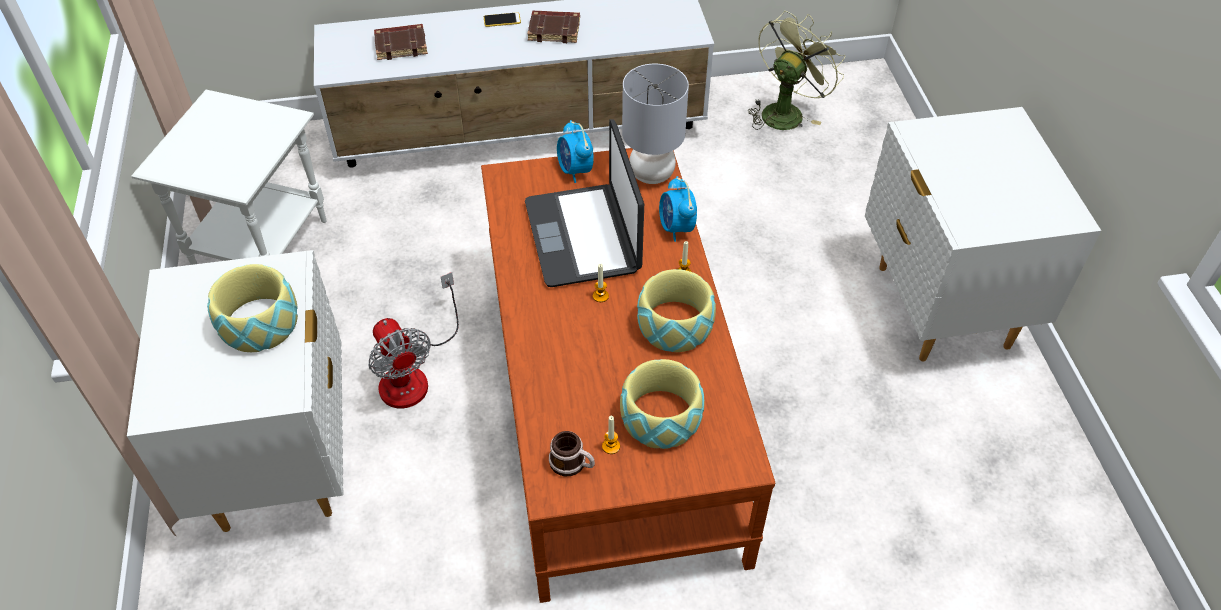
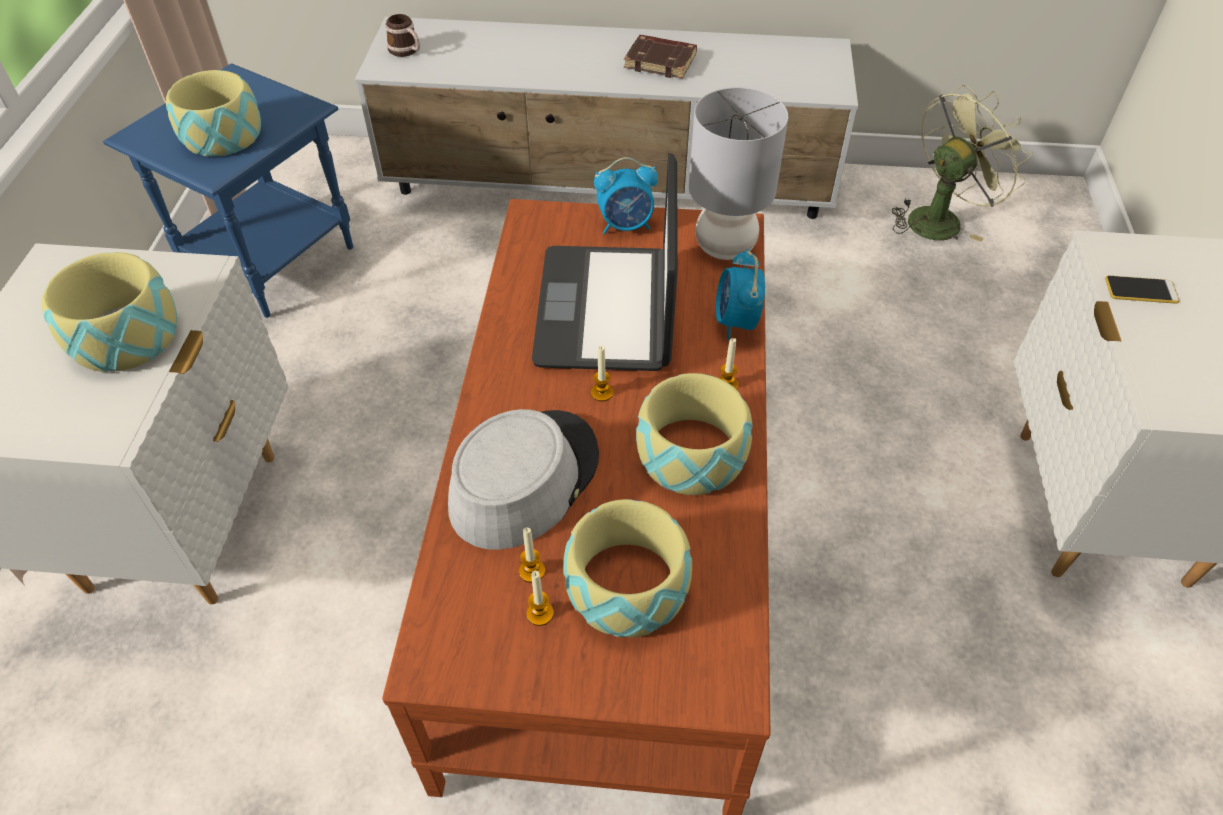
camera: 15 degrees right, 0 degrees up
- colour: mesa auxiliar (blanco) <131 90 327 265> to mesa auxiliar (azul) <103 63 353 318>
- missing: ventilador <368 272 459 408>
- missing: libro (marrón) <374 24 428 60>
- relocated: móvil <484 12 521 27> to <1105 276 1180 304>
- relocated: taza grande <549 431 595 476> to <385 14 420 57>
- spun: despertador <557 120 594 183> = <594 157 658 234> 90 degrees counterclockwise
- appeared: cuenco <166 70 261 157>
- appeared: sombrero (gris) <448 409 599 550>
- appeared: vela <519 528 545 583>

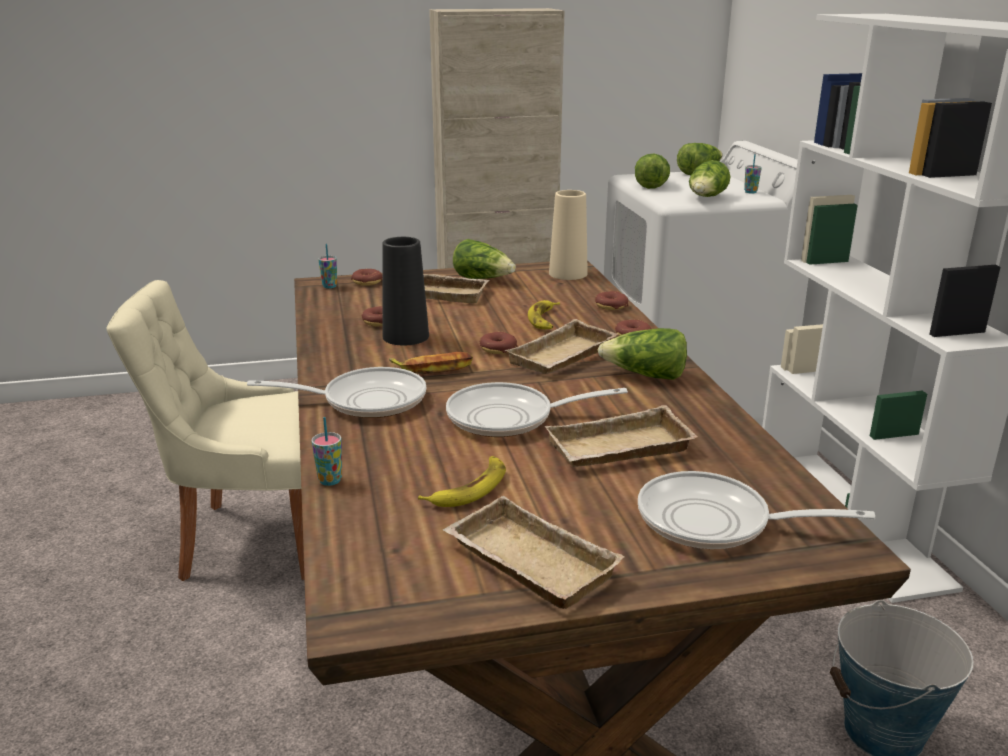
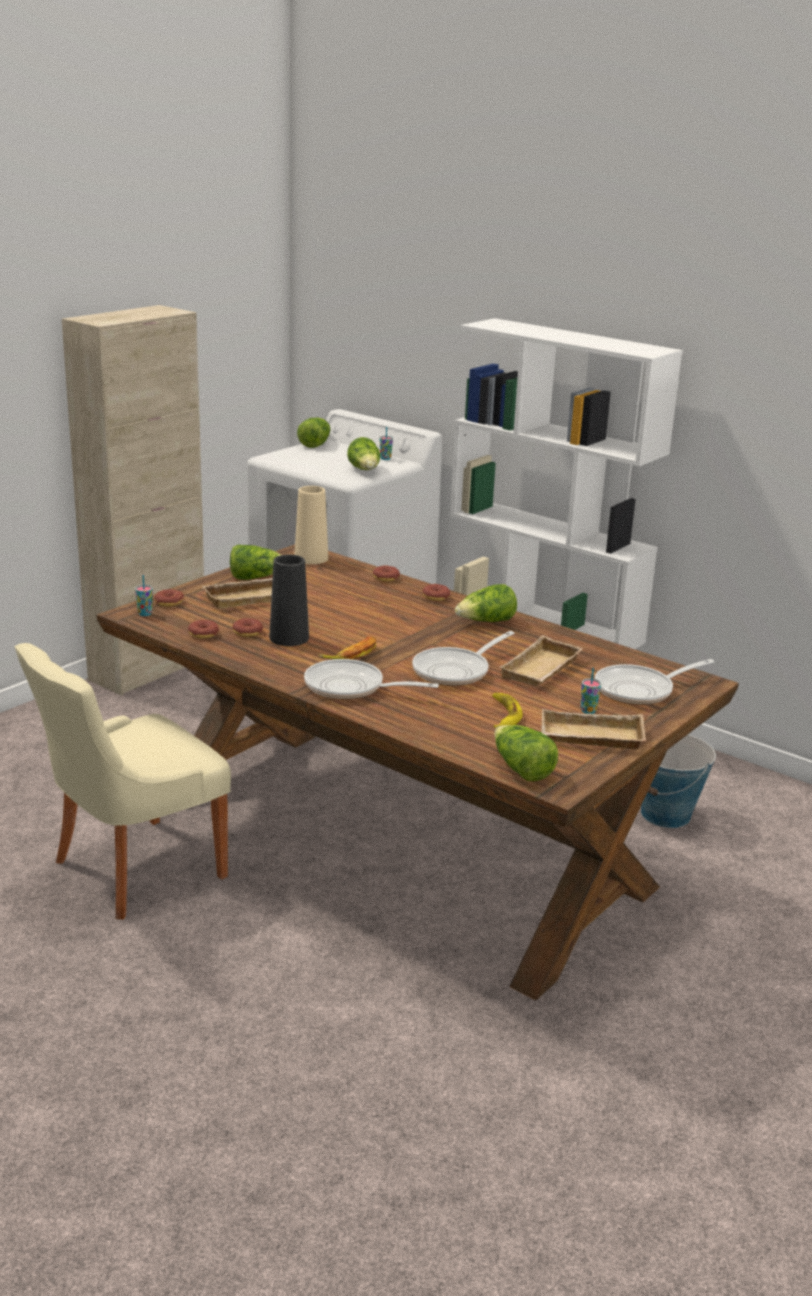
camera: 40 degrees left, 0 degrees up
- spun: sartén <247 367 426 418> = <304 659 439 700> 120 degrees counterclockwise
- relocated: taza <311 417 342 486> to <581 668 601 714>
- relocated: rosquilla <480 332 517 354> to <188 620 219 639>
- missing: bandeja (beis) <504 319 618 374>
- missing: plátano <528 300 560 329>
- relocated: lechuga <635 154 670 189> to <494 725 558 781>

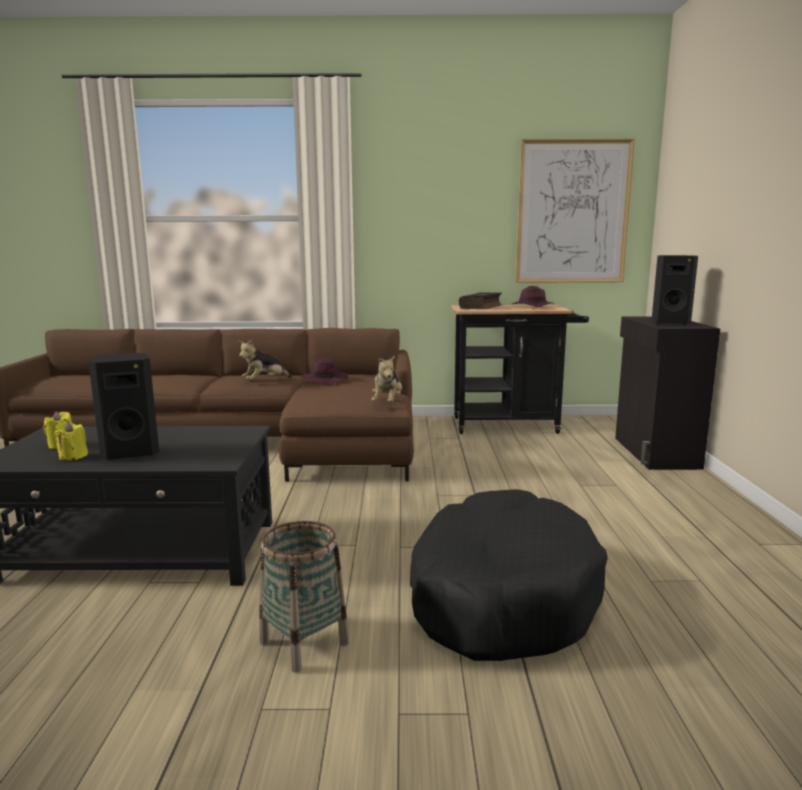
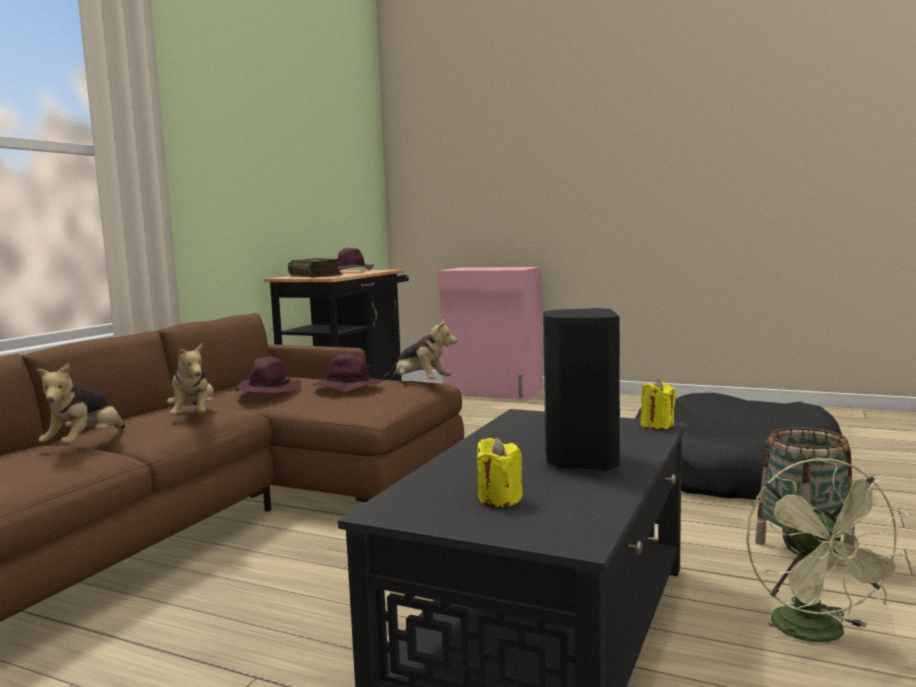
camera: 65 degrees left, 5 degrees down
- relocated: vela (amarillo) <54 422 88 461> to <641 379 676 429>
- missing: cuadro <515 139 635 283>
- colour: armario (negro) <615 316 720 470> to armario (rosa) <437 267 543 400>
- missing: altavoz (negro) <652 255 698 325>
- appeared: peluche <36 363 125 445>
- appeared: sombrero (morado) <313 353 383 392>
- appeared: ventilador (verde) <746 457 912 644>

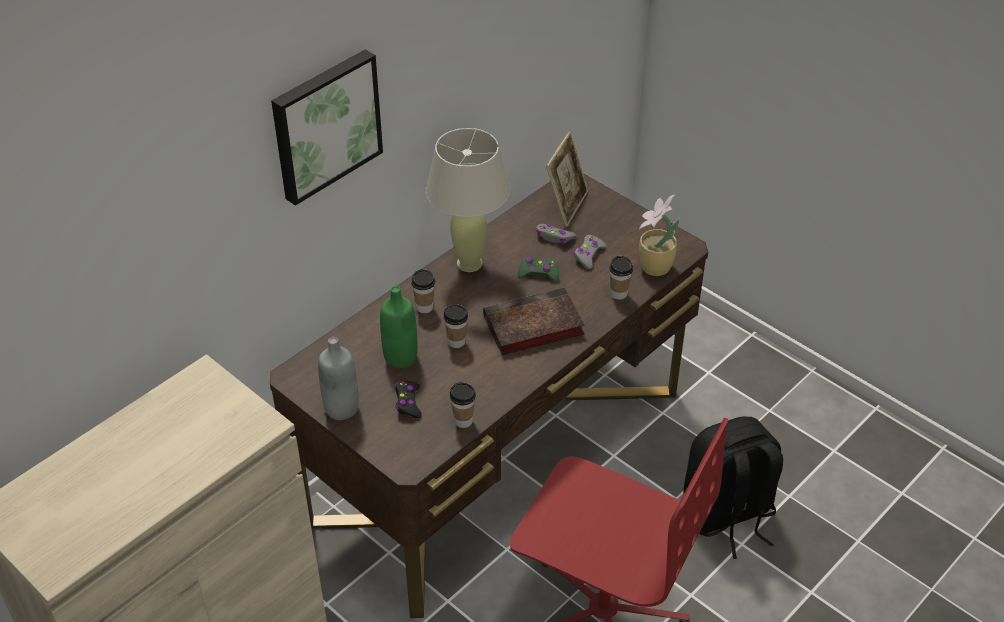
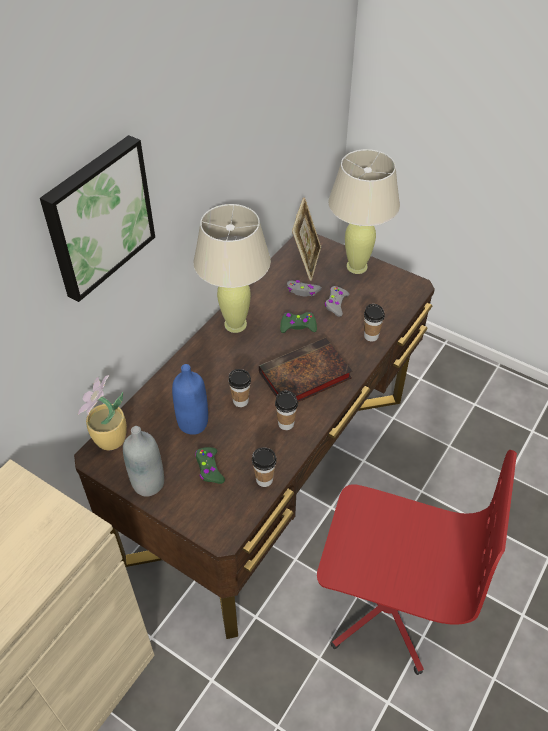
camera: 10 degrees left, 5 degrees up
- colour: botella (verde) <380 286 417 368> to botella (azul) <172 364 208 435>
- colour: mando de consola (negro) <395 380 422 418> to mando de consola (verde) <195 447 225 484>
- relocated: taza <411 269 435 313> to <275 391 298 430>
- relocated: planta en maceta <639 195 679 276> to <78 375 127 450>
- missing: mochila (negro) <683 417 783 559>
- appeared: lámpara de mesa (beis) <328 149 400 274>

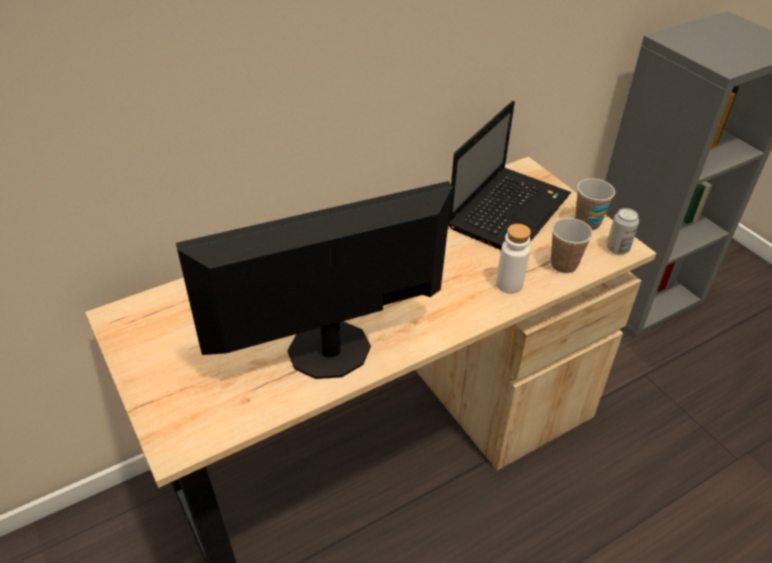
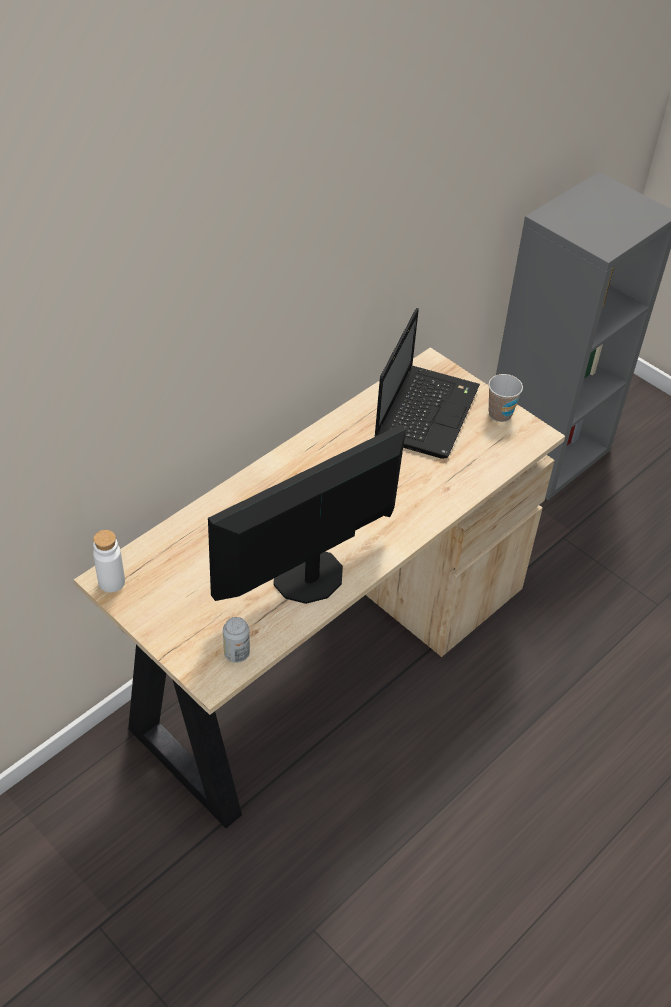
camera: 15 degrees left, 5 degrees up
- relocated: botella (blanco) <496 224 531 294> to <93 530 125 592>
- missing: taza <551 218 593 273>
- relocated: lata <606 208 639 254> to <223 617 250 663>

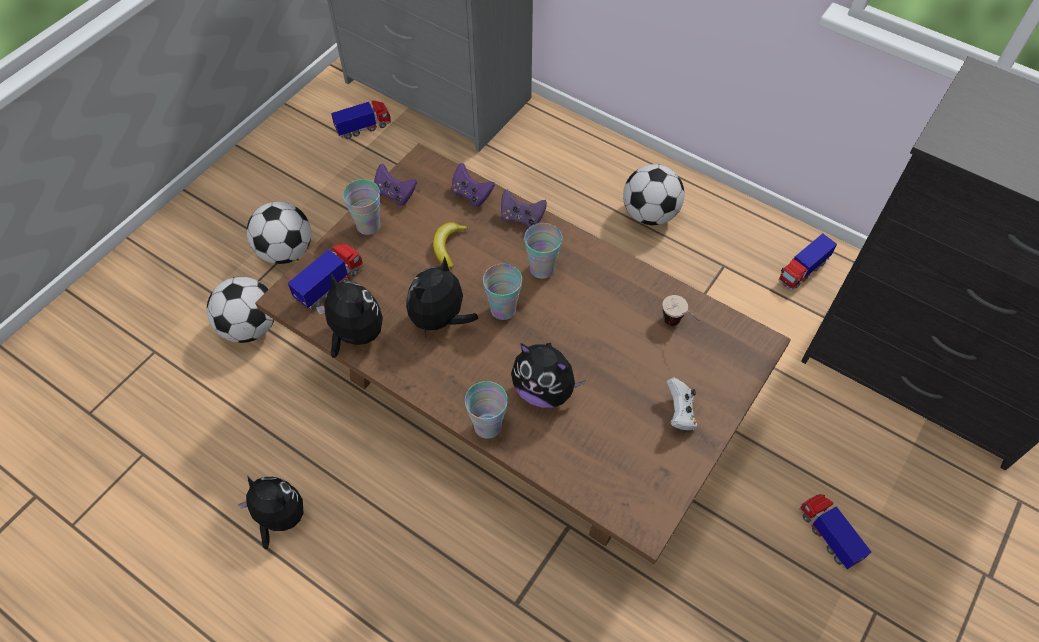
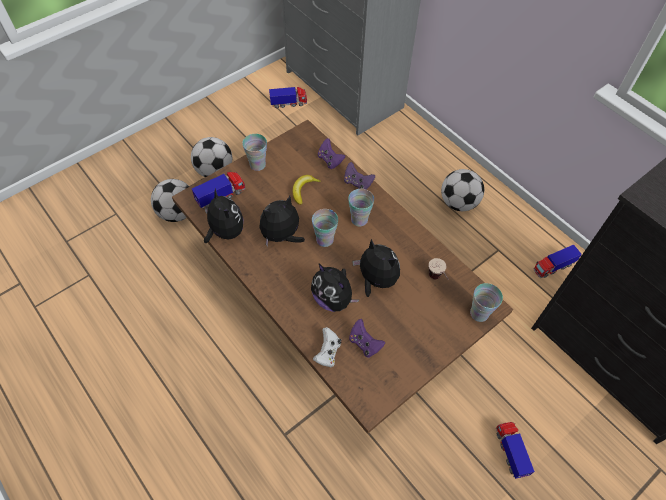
camera: 15 degrees right, 0 degrees up
- relocated: peluche <238 477 303 549> to <352 239 400 297>
- relocated: mando de consola (morado) <374 164 417 206> to <349 319 385 358>
- relocated: taza <465 381 508 439> to <470 283 503 322>
- relocated: mando de consola (blanco) <667 377 697 430> to <313 327 342 367>

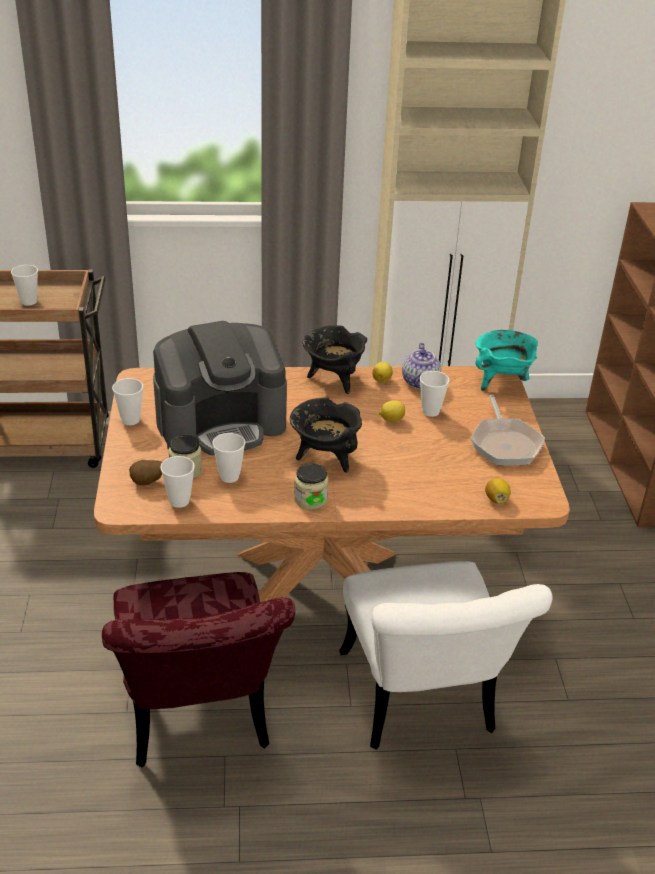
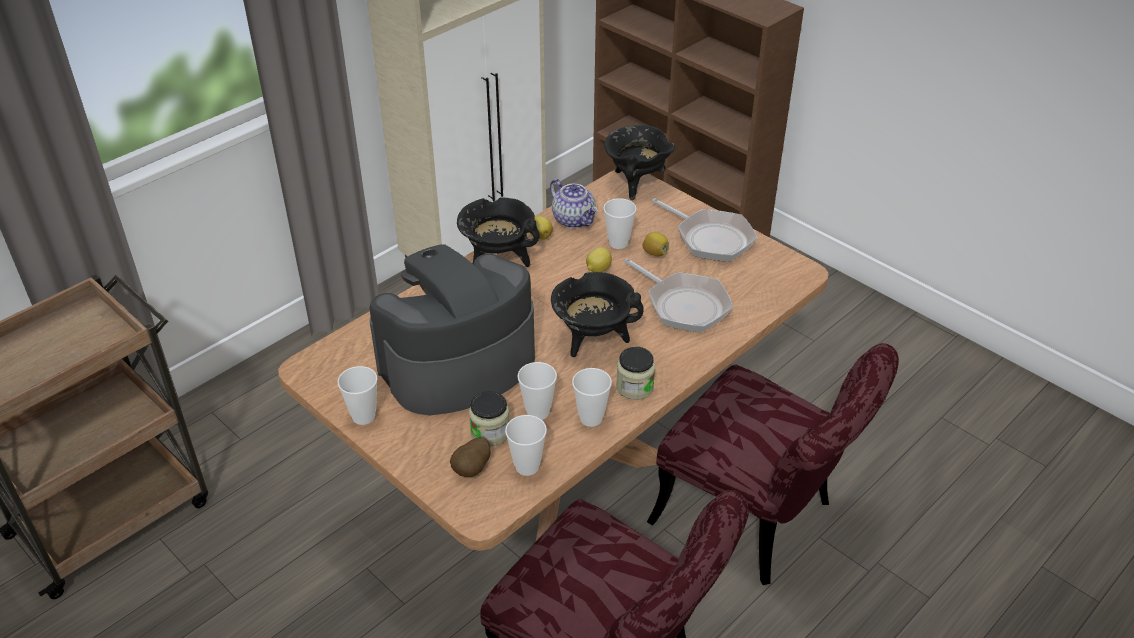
camera: 40 degrees left, 5 degrees up
- relocated: taza <11 265 38 306> to <572 368 612 427>
- spun: cafetera <153 321 287 456> = <369 244 535 416> 150 degrees counterclockwise
- colour: silla (blanco) <339 561 553 750> to silla (rojo) <647 343 899 585>
- colour: olla (turquesa) <476 330 538 391> to olla (negro) <604 125 675 200>
- relocated: limón <485 478 511 504> to <642 232 669 256>
- appeared: sartén <624 258 733 332>

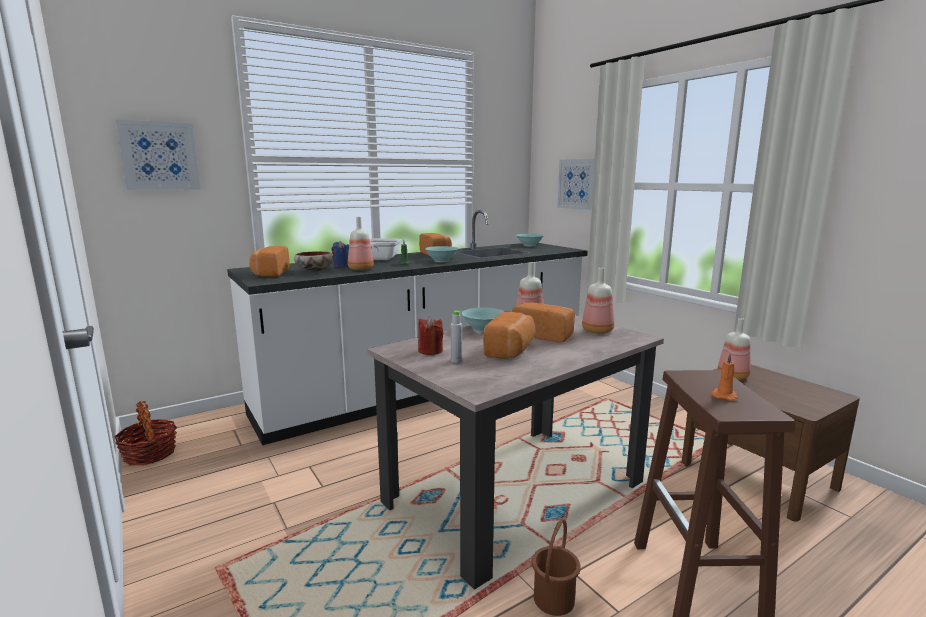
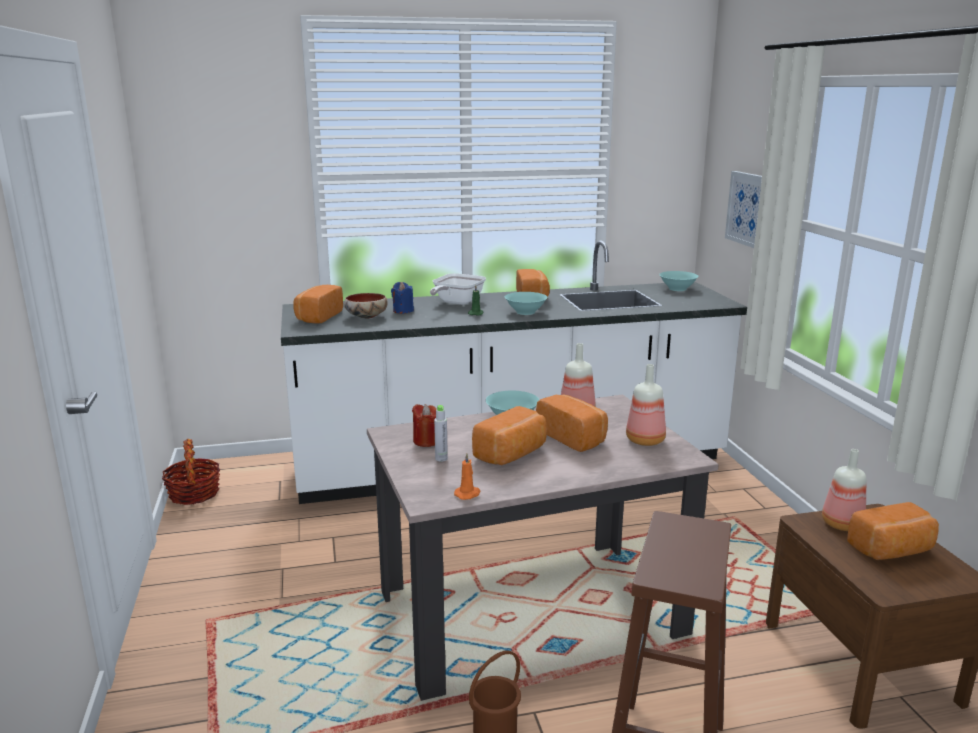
camera: 20 degrees right, 5 degrees up
- missing: cuadro <116 120 200 190>
- missing: botella <348 217 374 270>
- relocated: vela (naranja) <711 353 737 401> to <454 453 480 500>
- appeared: pan <847 502 939 560>

